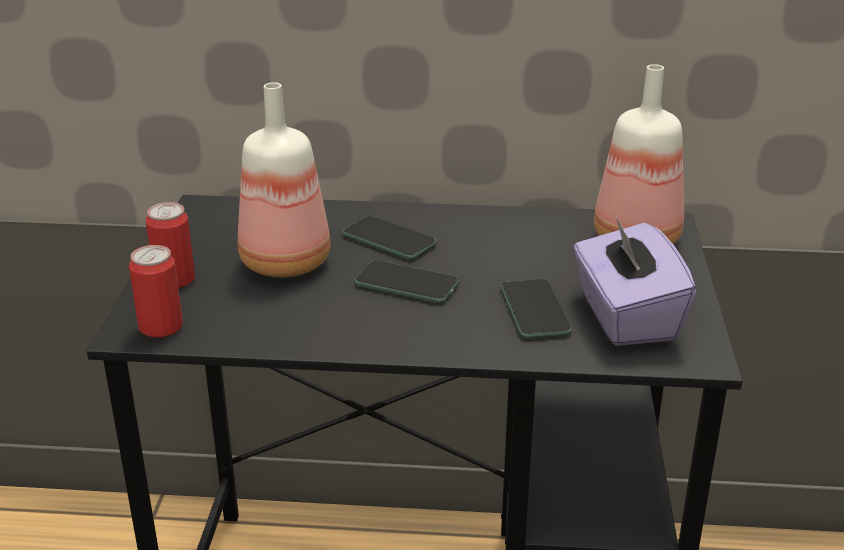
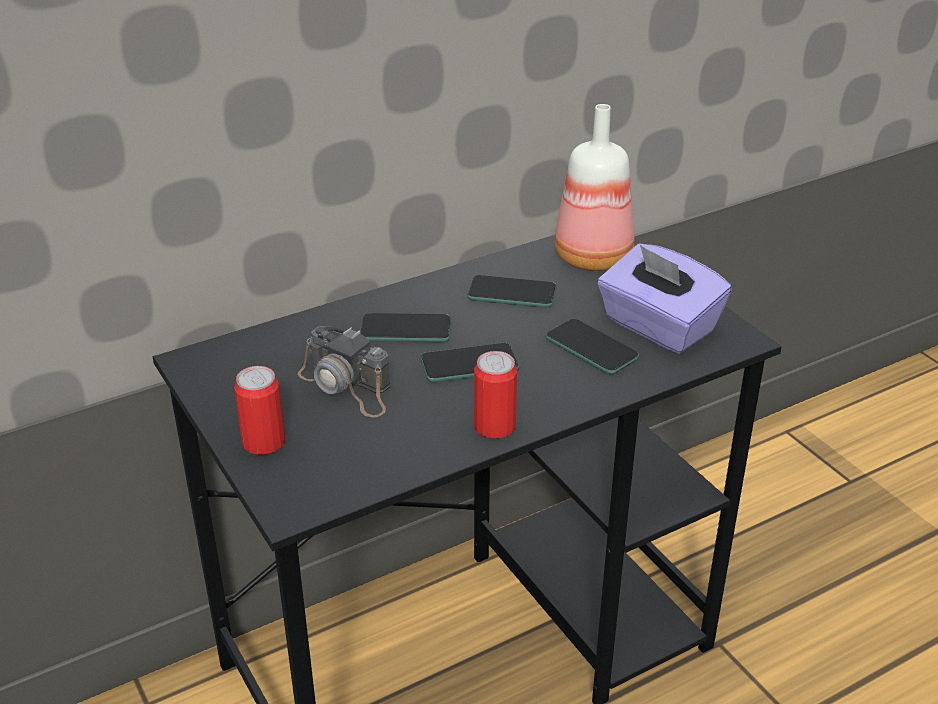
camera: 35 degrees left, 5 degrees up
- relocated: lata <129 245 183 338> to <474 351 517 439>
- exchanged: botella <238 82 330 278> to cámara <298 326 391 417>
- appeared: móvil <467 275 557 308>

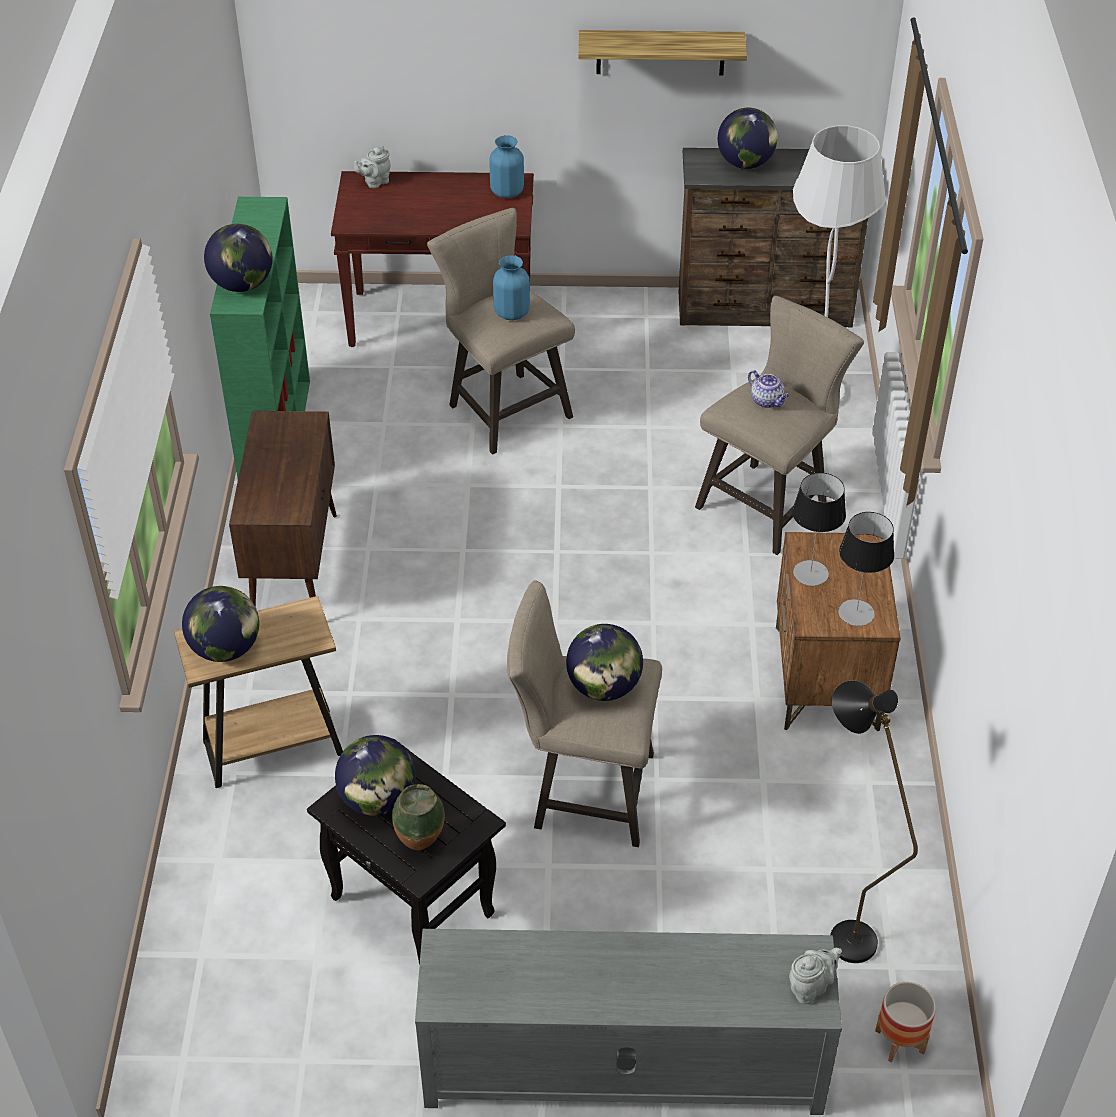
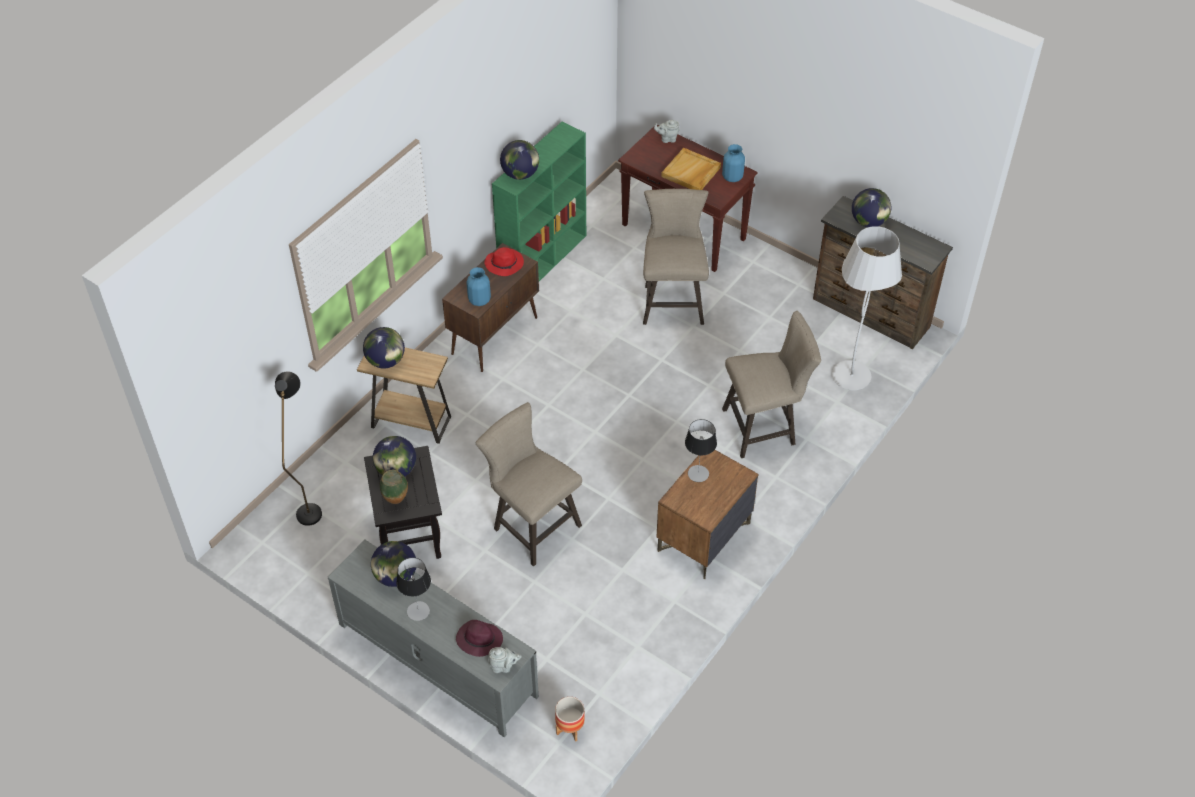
camera: 35 degrees right, 5 degrees up
- relocated: florero (azul) <493 255 530 320> to <466 267 491 306>
- relocated: globo terráqueo <566 624 643 701> to <371 541 416 587>
- missing: estante <578 30 747 75>
- missing: tetera <748 370 789 408>
- relocated: lámpara de pie (negro) <830 681 918 963> to <275 372 322 526>
- relocated: lámpara de mesa <838 512 894 626> to <396 558 431 621>
- appeared: sombrero (morado) <456 620 503 657>
- appeared: sombrero (rojo) <485 247 524 276>
- appeared: bandeja (beis) <661 148 721 190>

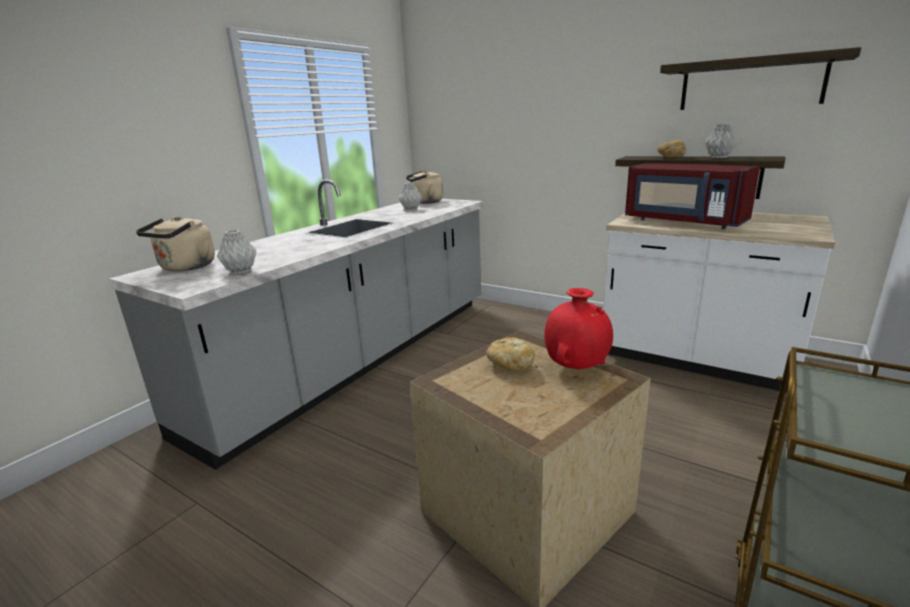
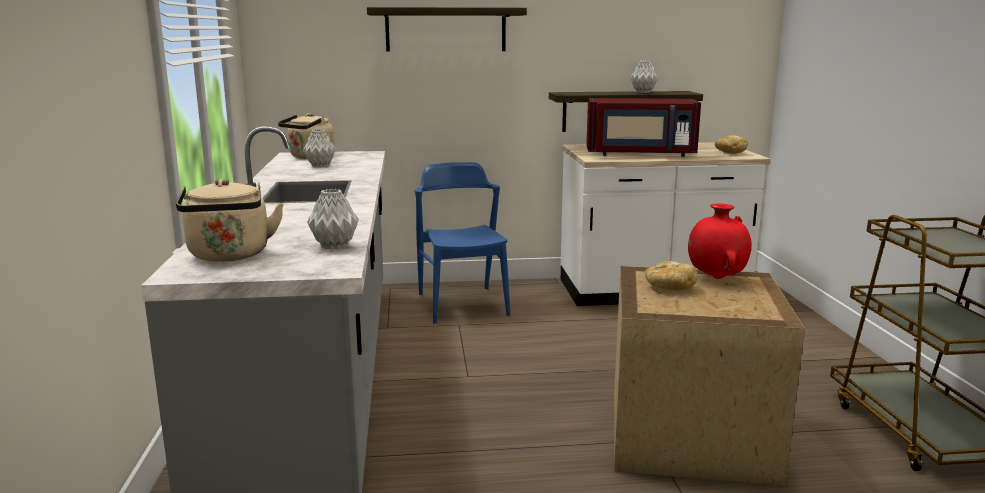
camera: 40 degrees left, 5 degrees down
- relocated: pan <657 140 686 158> to <715 135 748 154>
- relocated: estante <660 47 861 110> to <367 7 527 52>
- appeared: silla (azul) <414 162 510 324>

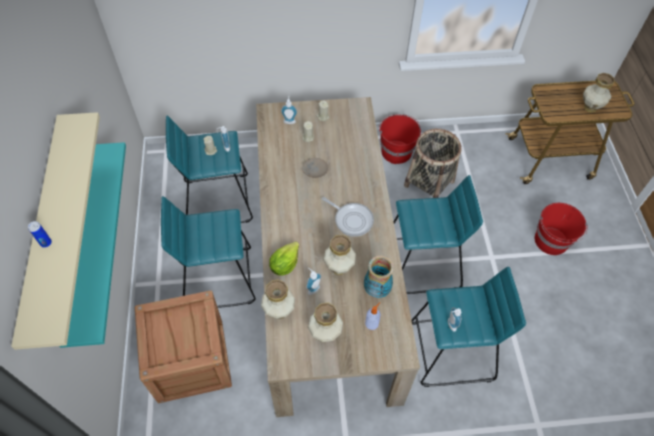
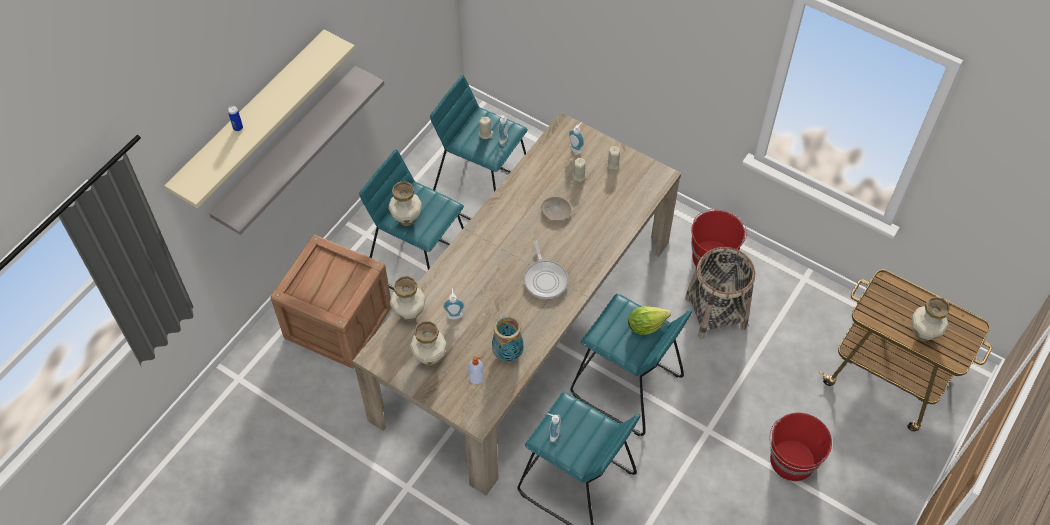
camera: 40 degrees right, 0 degrees up
- colour: estante (turquesa) <60 142 126 348> to estante (gris) <210 66 384 235>
- relocated: lechuga <269 241 299 276> to <628 306 671 335>
- relocated: florero <323 235 356 275> to <388 181 422 226>

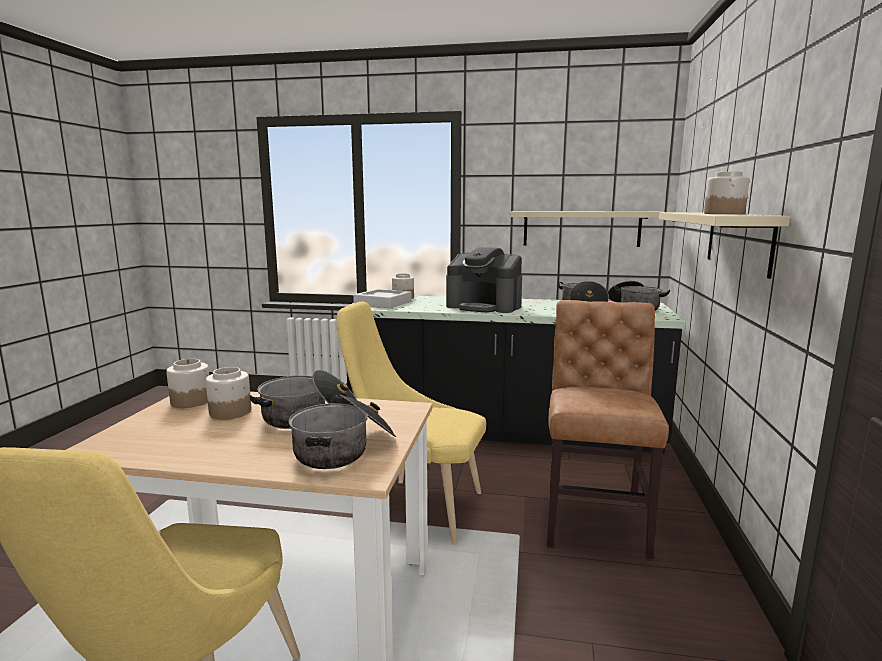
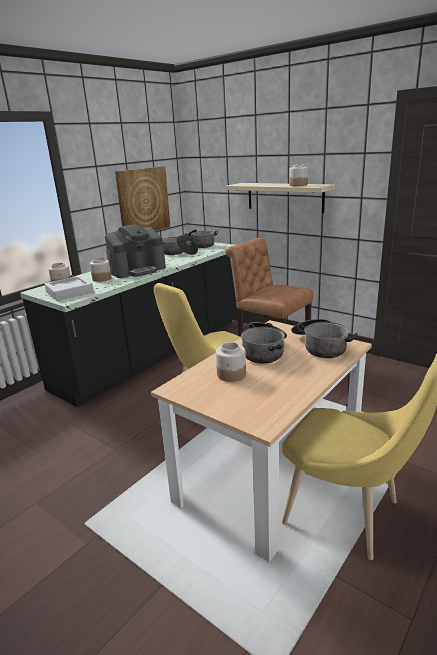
camera: 60 degrees left, 10 degrees up
- relocated: tarro <166 359 209 408> to <90 258 111 282>
- exchanged: estante (beis) <510 211 662 247> to cuadro <115 166 170 231>

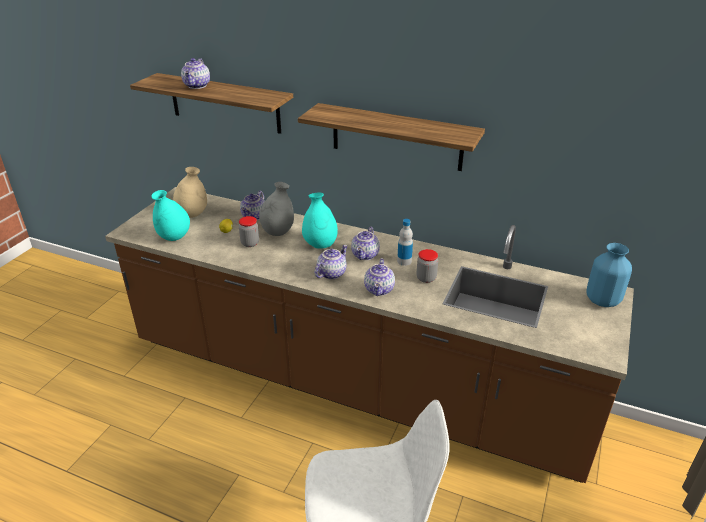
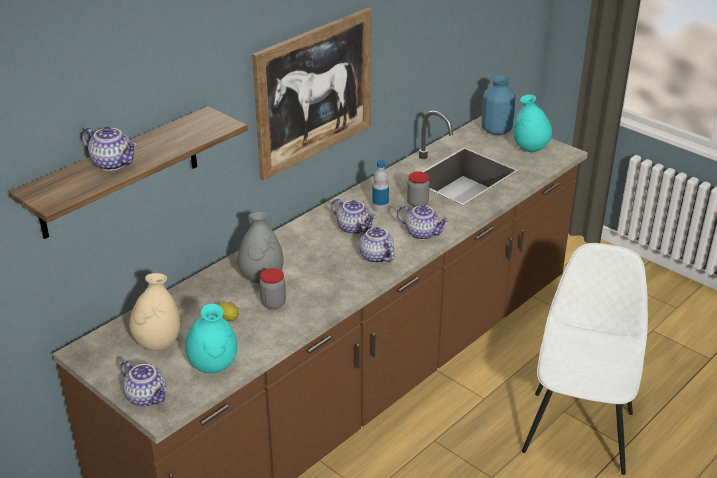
camera: 70 degrees left, 0 degrees up
- relocated: tetera <240 191 265 220> to <121 360 167 407>
- exchanged: estante <298 103 485 171> to cuadro <252 8 372 181>
- relocated: florero (turquesa) <302 193 338 249> to <514 95 552 152>

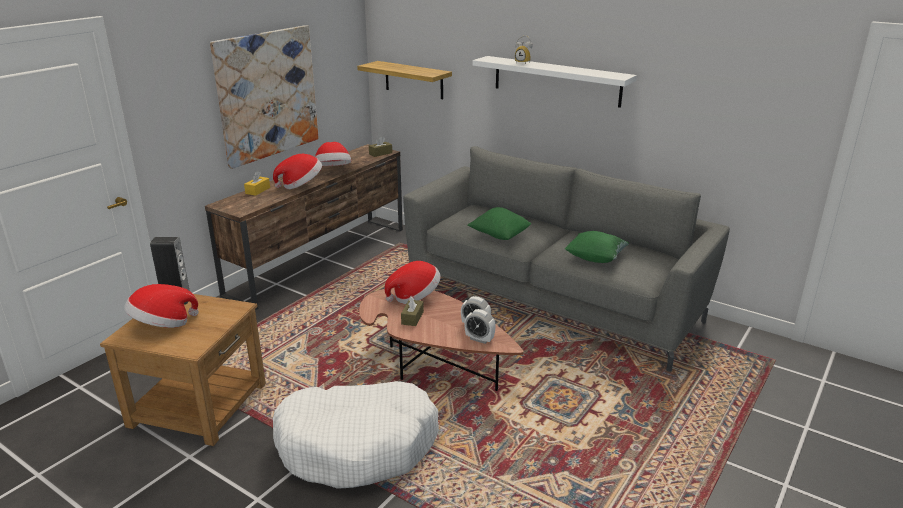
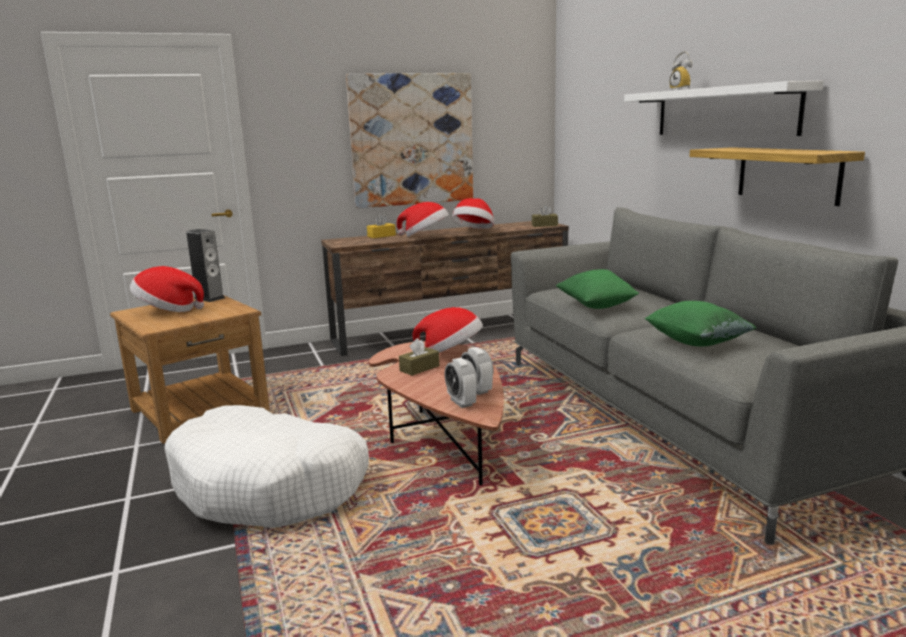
camera: 35 degrees right, 10 degrees down
- relocated: estante <357 61 452 99> to <689 147 865 206>

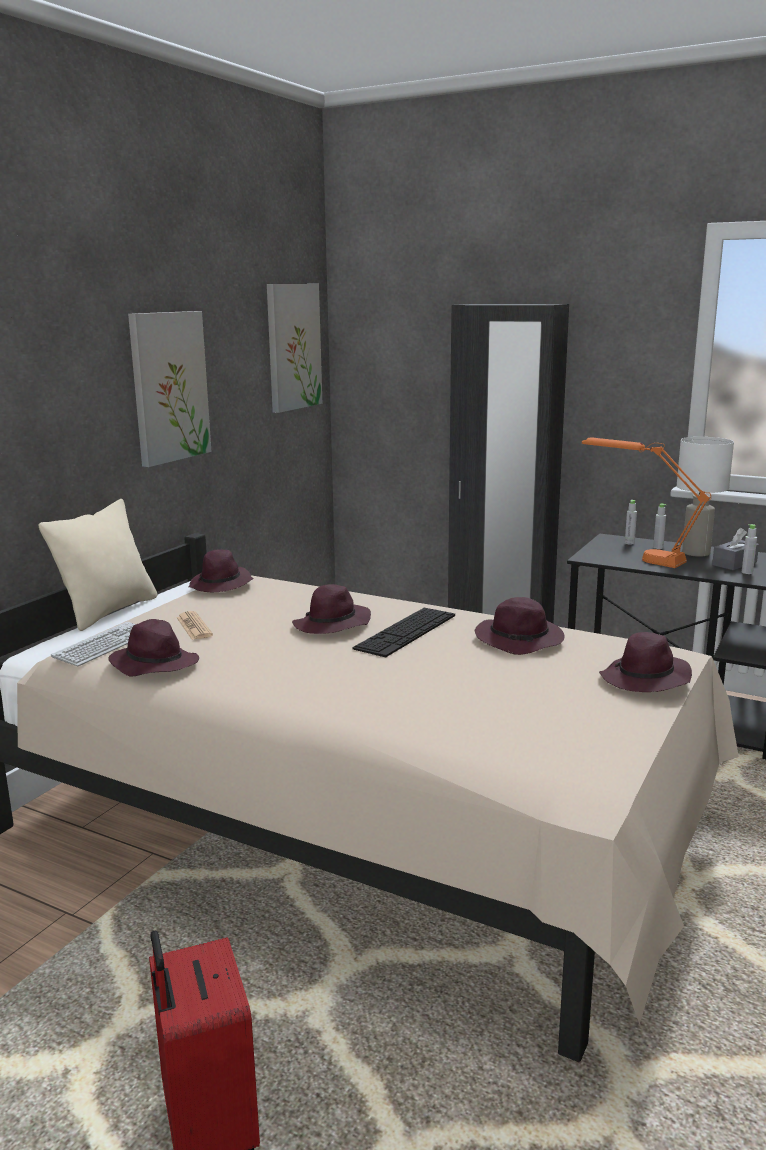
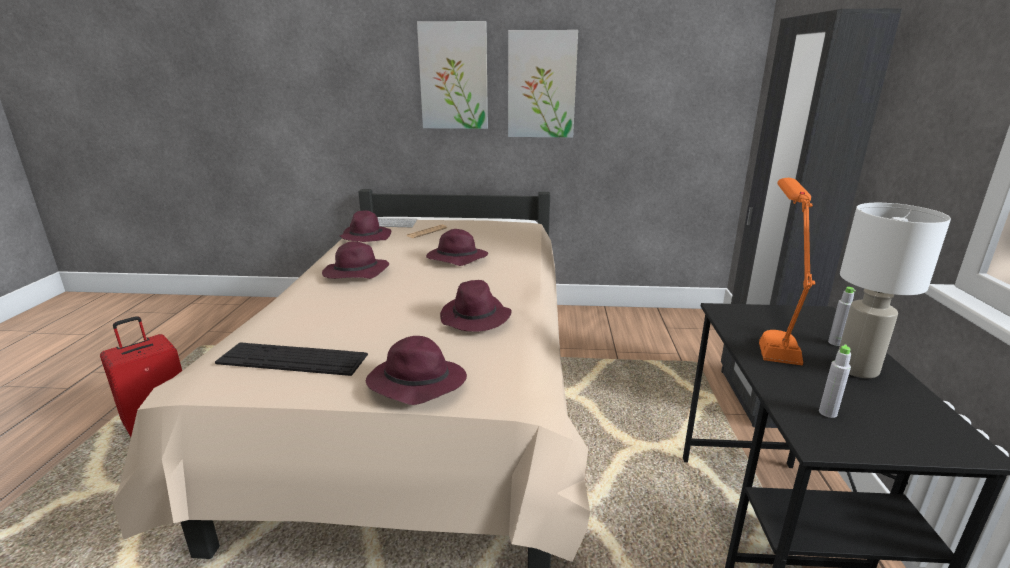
camera: 65 degrees right, 5 degrees up
- missing: cojín (beis) <39 499 157 631>
- relocated: sombrero (morado) <189 549 254 592> to <322 241 389 279>
- relocated: cuadro <267 284 322 413> to <417 21 488 129>
- relocated: teclado <352 608 455 658> to <215 342 368 376>
- missing: botella (gris) <625 500 637 545>
- missing: caja de pañuelos (gris) <712 528 759 570>

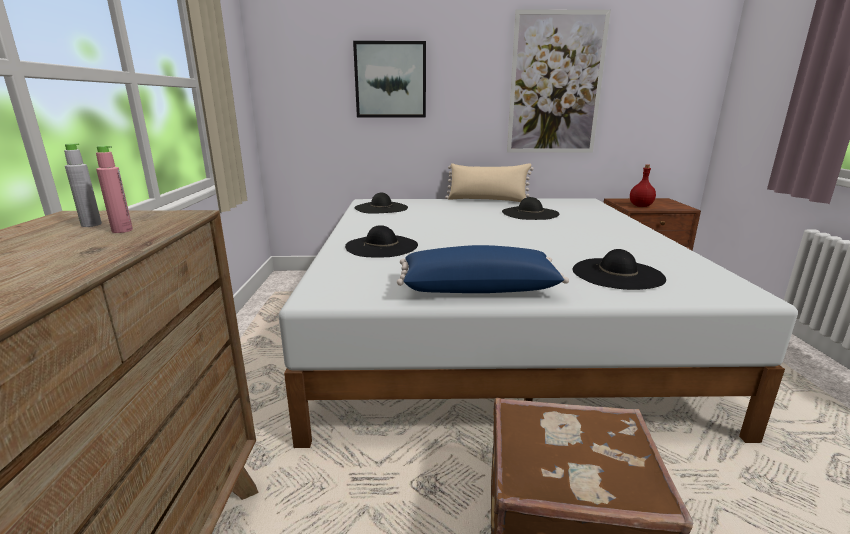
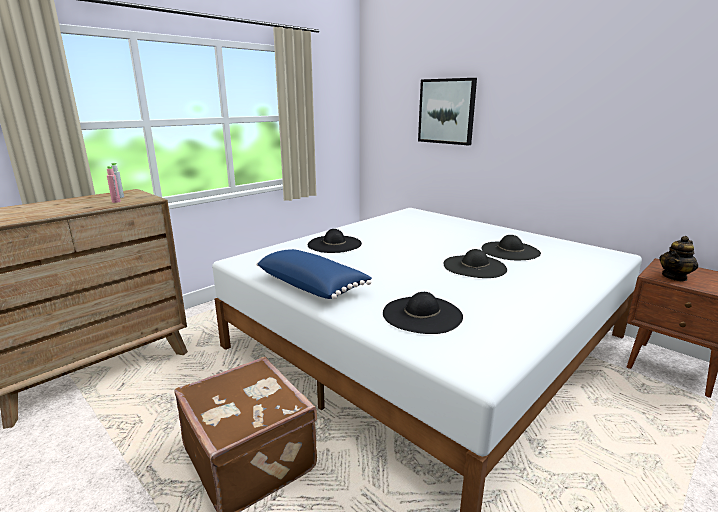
camera: 45 degrees right, 0 degrees up
- relocated: sombrero (negro) <355 192 408 214> to <444 249 507 278>
- missing: cojín (beis) <445 163 534 202>
- missing: cuadro <507 9 611 153>
- exchanged: botella (rojo) <630 164 656 207> to tetera <659 236 698 282>

